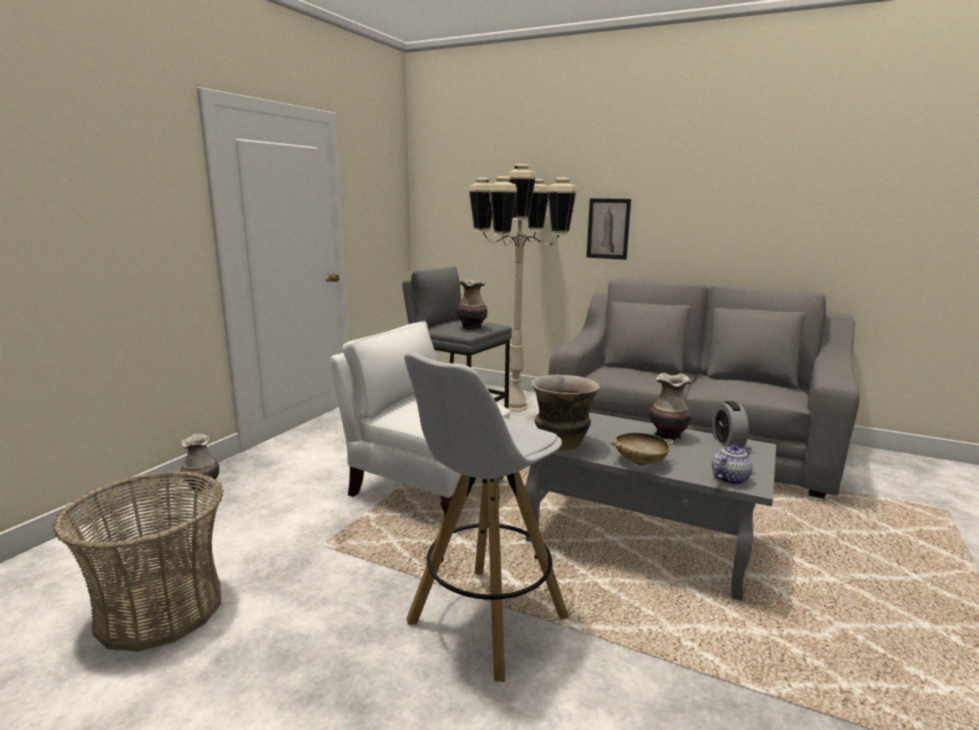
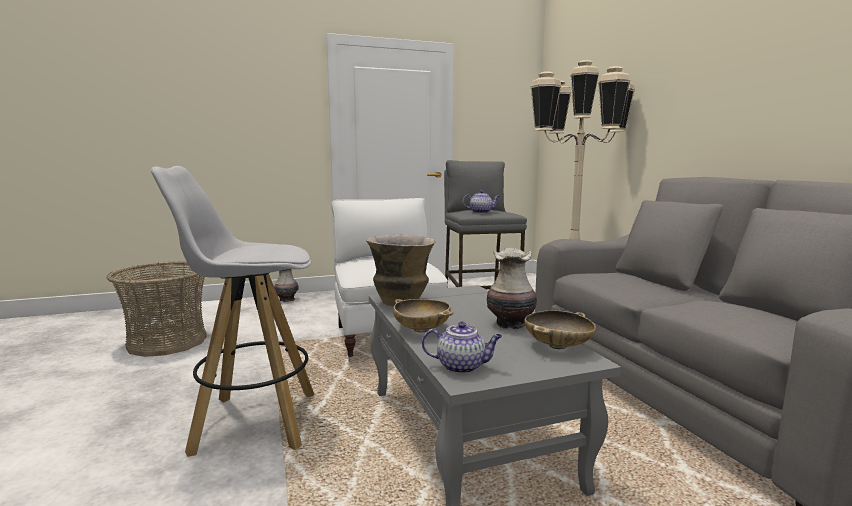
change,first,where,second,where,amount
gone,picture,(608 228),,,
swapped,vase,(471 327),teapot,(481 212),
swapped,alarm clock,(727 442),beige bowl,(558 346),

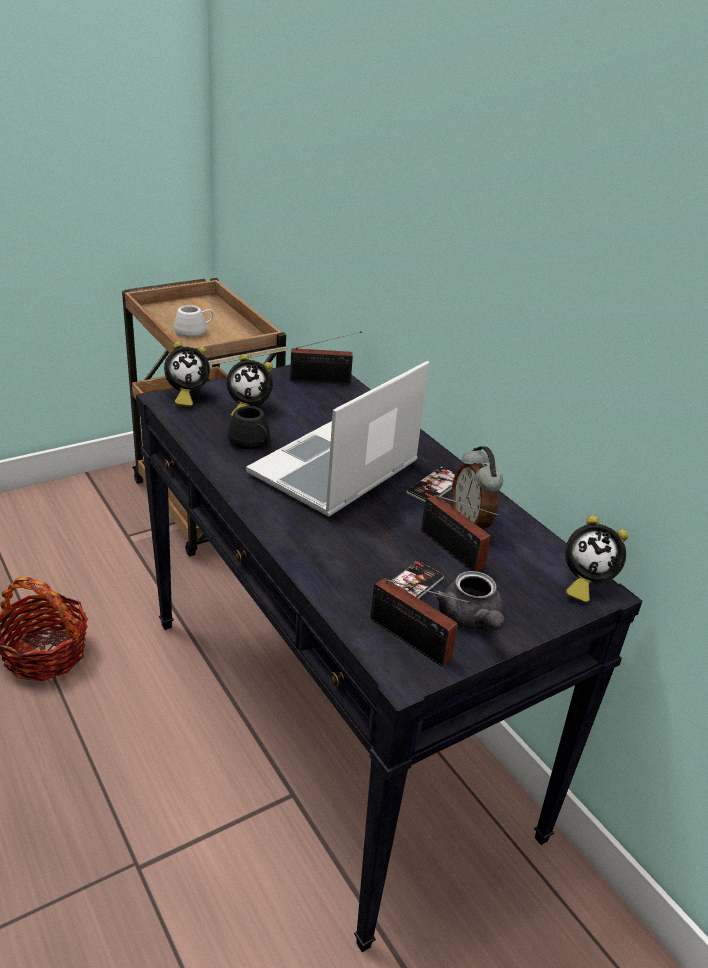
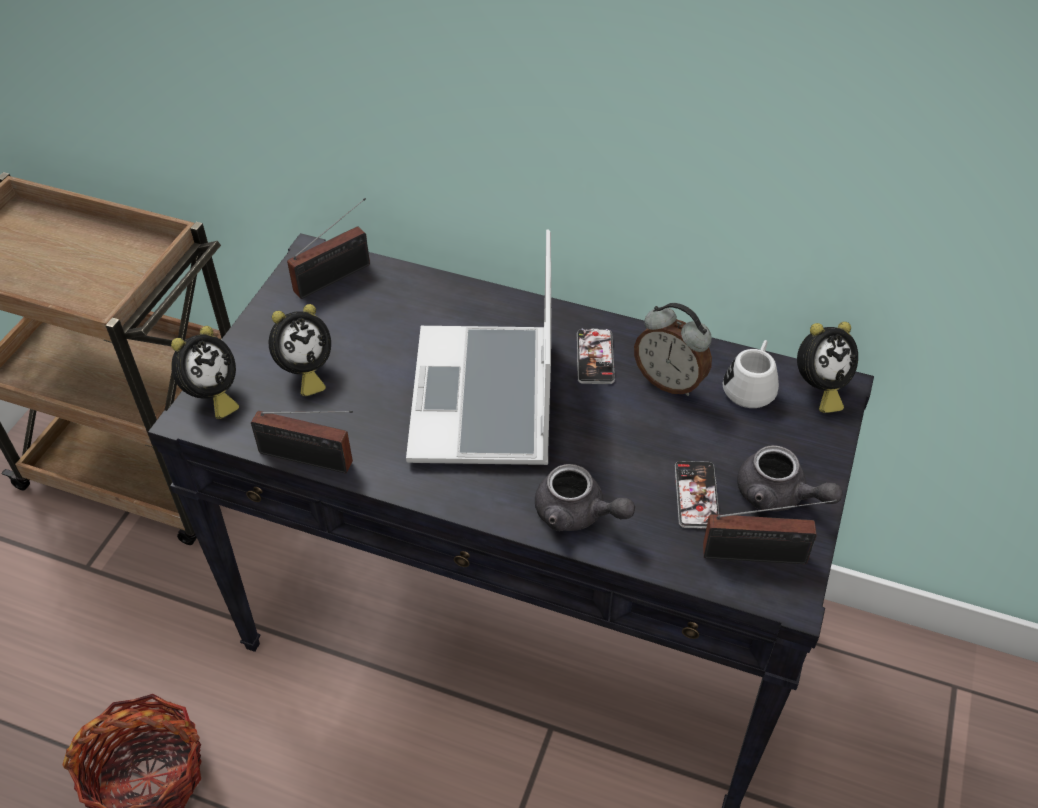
change,first,where,second,where,amount
shifted,white mug,(194 331),,(751 385),
gone,black mug,(252 443),,,
shifted,radio,(454 552),,(310 459),
new,,,grey teapot,(577 514),

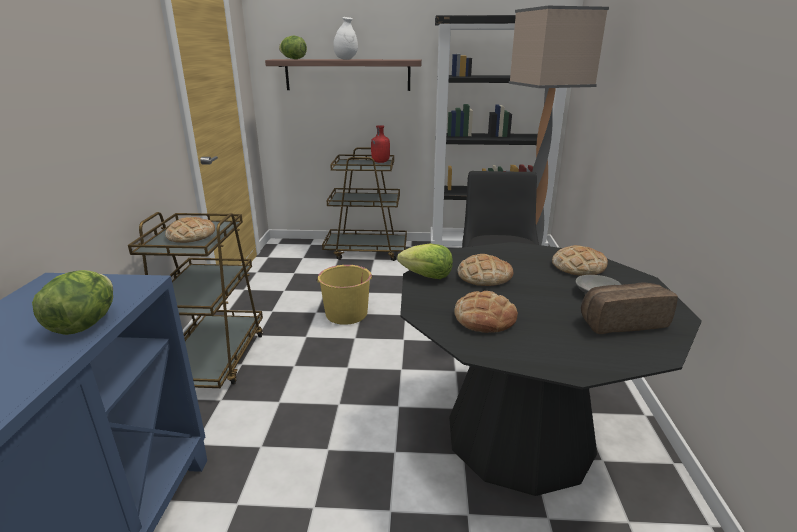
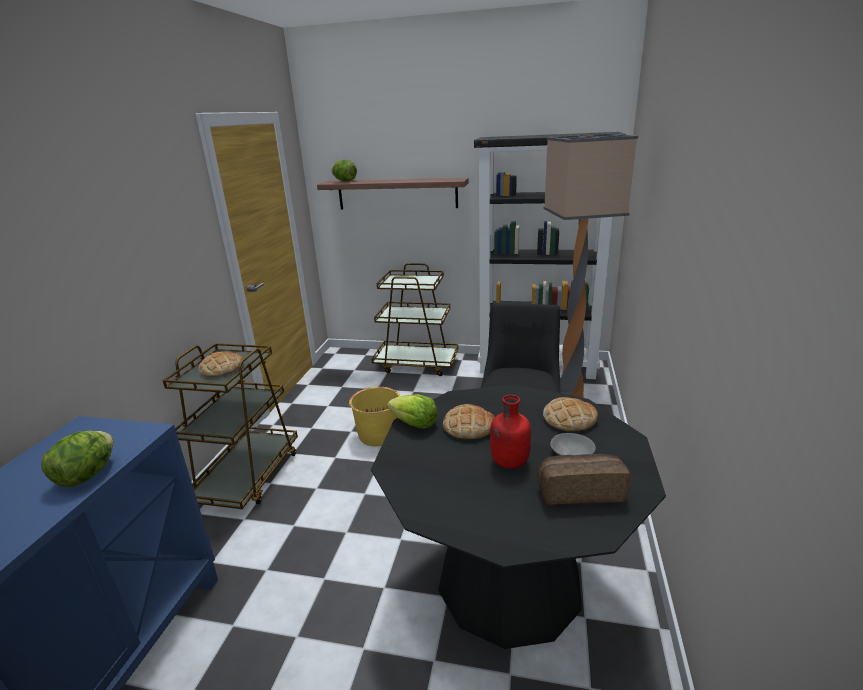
change,first,where,second,where,amount
gone,white vase,(346 59),,,
shifted,red bottle,(380 162),,(508 462),
gone,bread,(484 318),,,

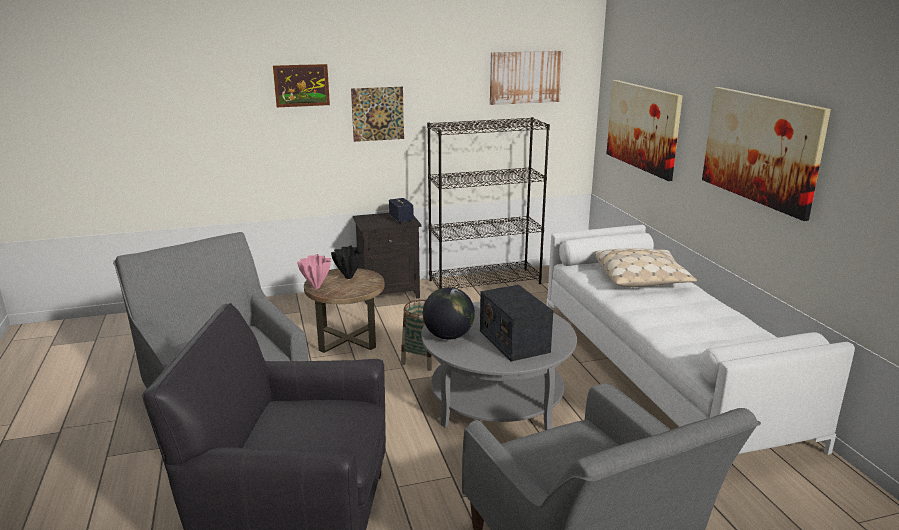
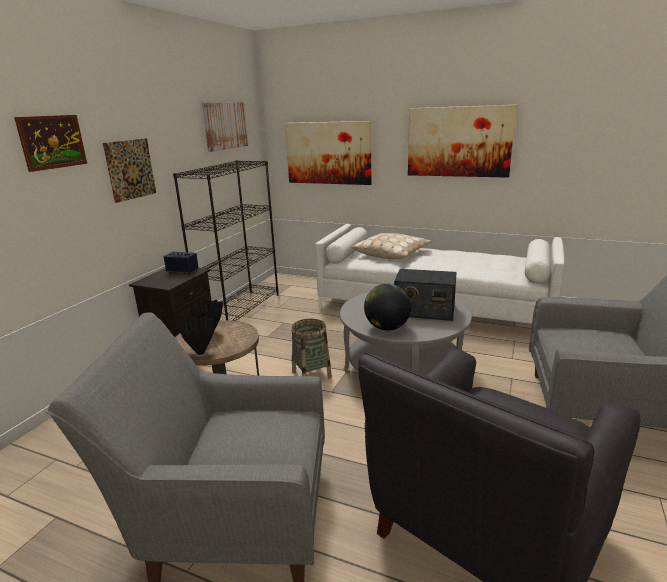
change,first,where,second,where,amount
repainted,pink vase,(316 287),black vase,(201 353),

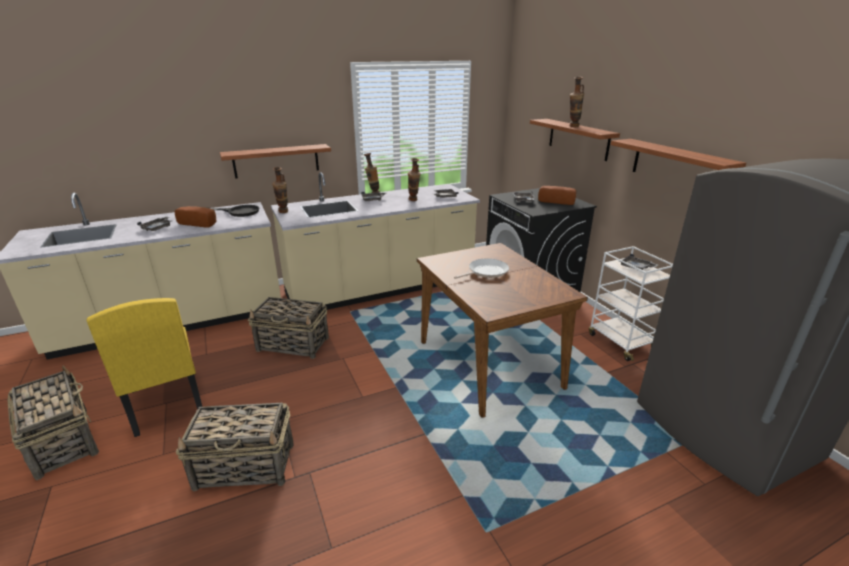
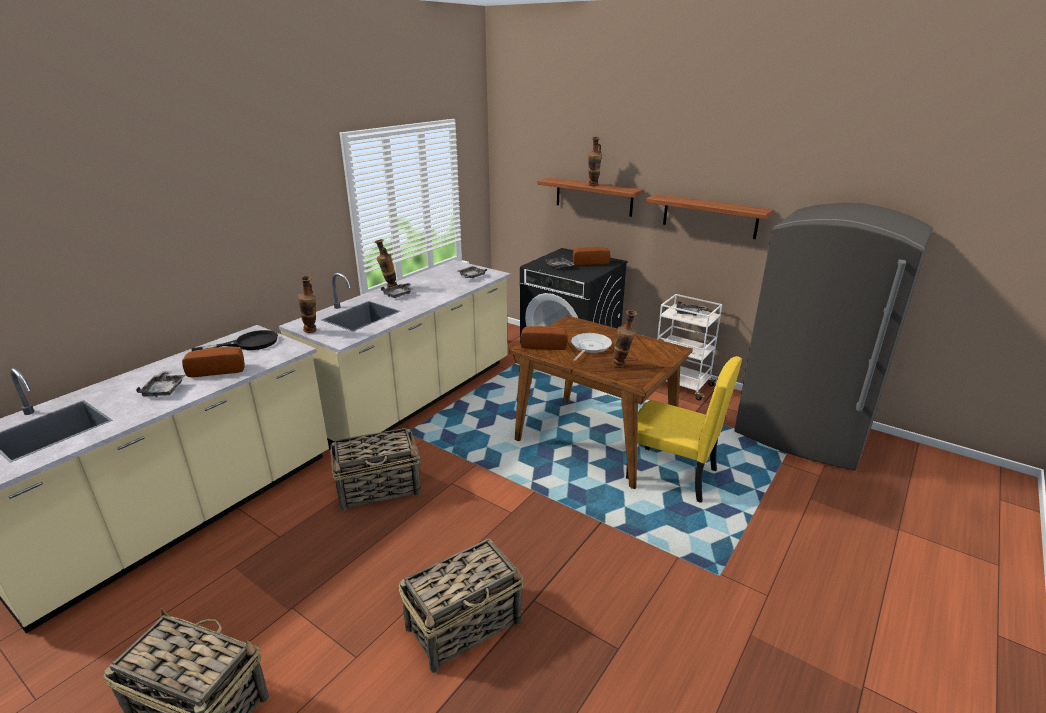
change,first,where,second,where,amount
gone,shelf,(276 161),,,
shifted,vase,(414 200),,(621 366),
shifted,yellow chair,(166 402),,(671 474),
new,,,bread,(544 345),

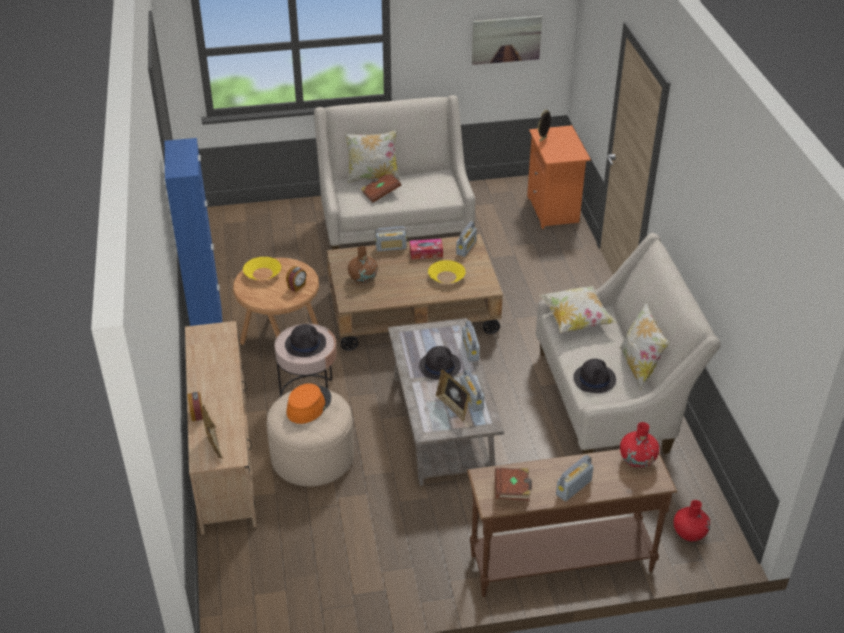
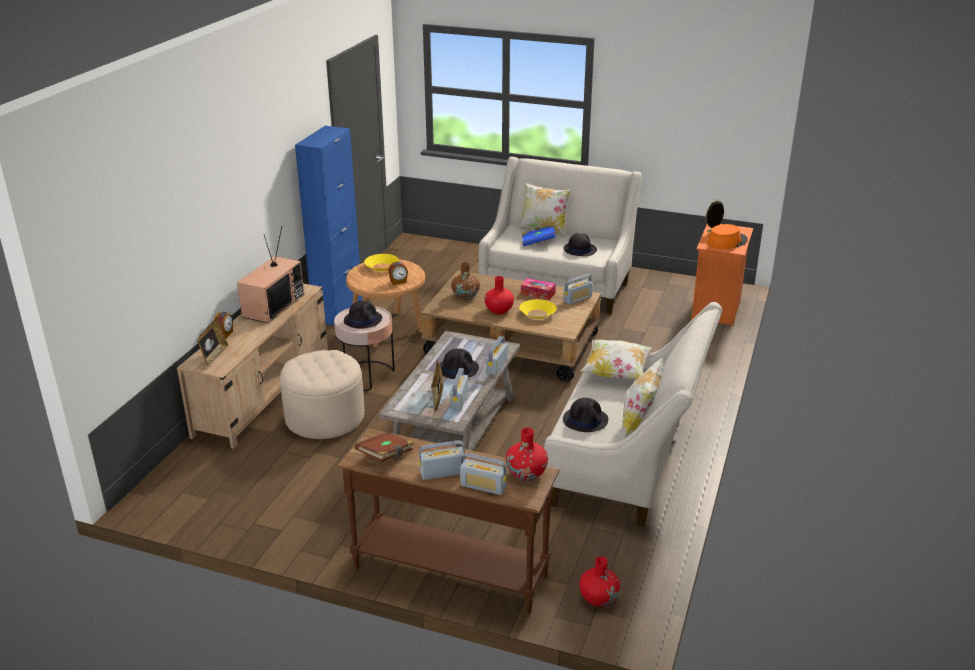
change,first,where,second,where,amount
gone,picture,(506 39),,,
repainted,brown book,(381 193),blue book,(538 242),
shifted,radio,(391 247),,(483 486),
shifted,orange hat,(308 405),,(727 242),
new,,,television,(273 305),
new,,,black hat,(579 249),
new,,,red vase,(499 310),

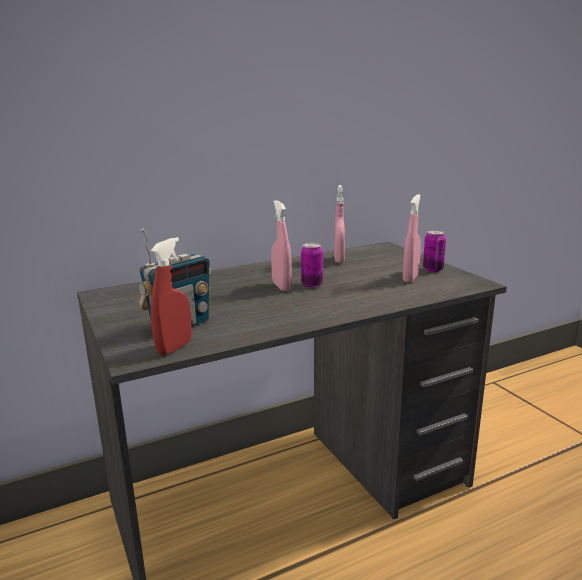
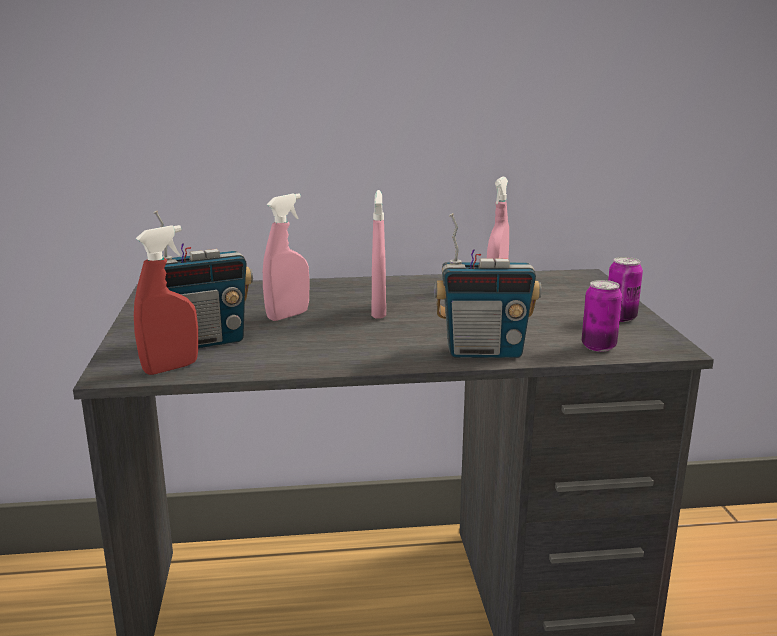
change,first,where,second,where,amount
shifted,pink spray bottle,(410 278),,(288 315),
shifted,can,(312 285),,(598 346),
new,,,radio,(484 351),

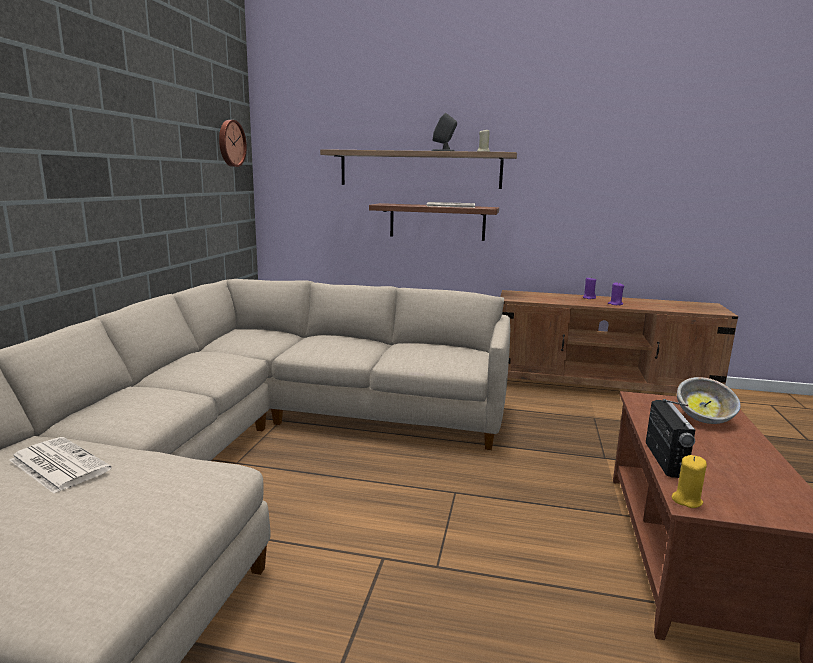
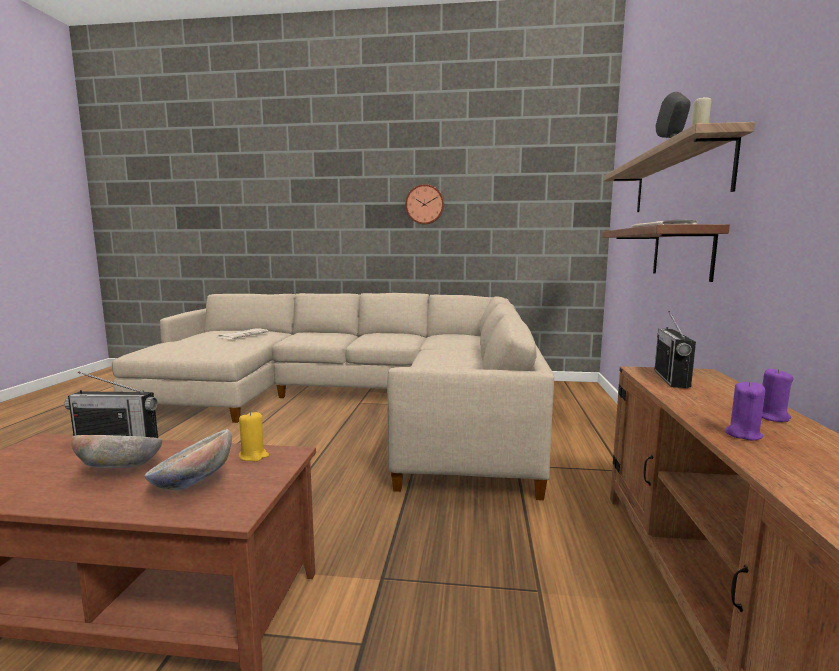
change,first,where,second,where,amount
shifted,wall clock,(230 143),,(425 204),
shifted,yellow candle,(686 500),,(253 456),
new,,,radio,(671 379),
new,,,bowl,(120 470),

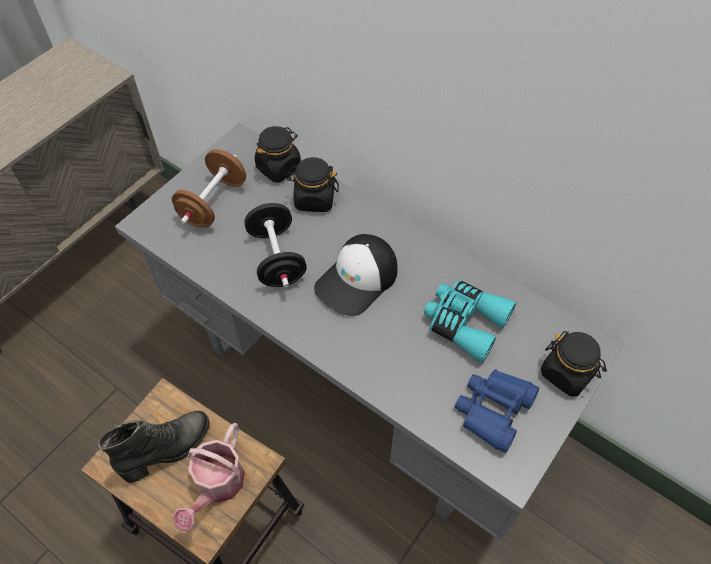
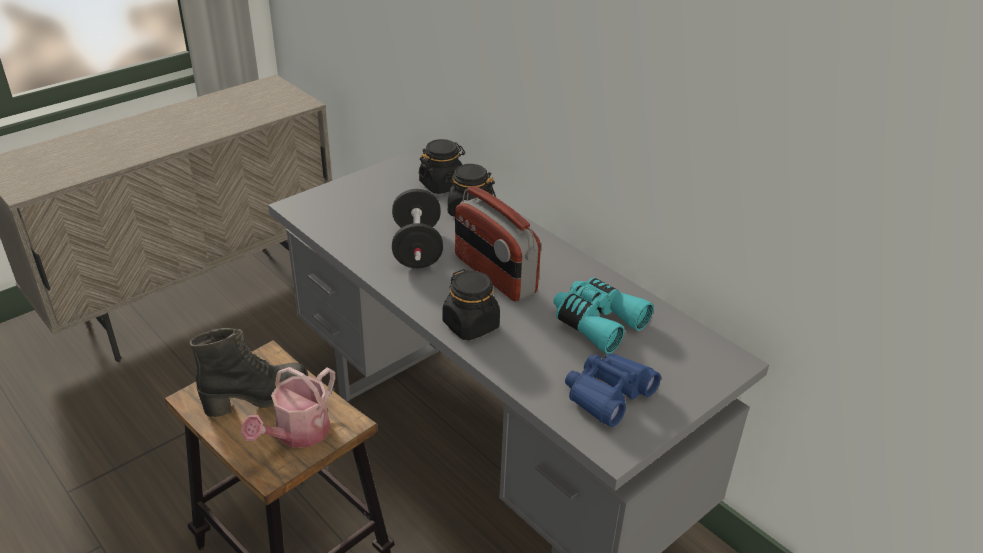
change,first,where,second,where,amount
gone,brown dumbbell,(213 203),,,
swapped,cap,(357 280),radio,(494 275),
shifted,black jar,(567 373),,(471 325),

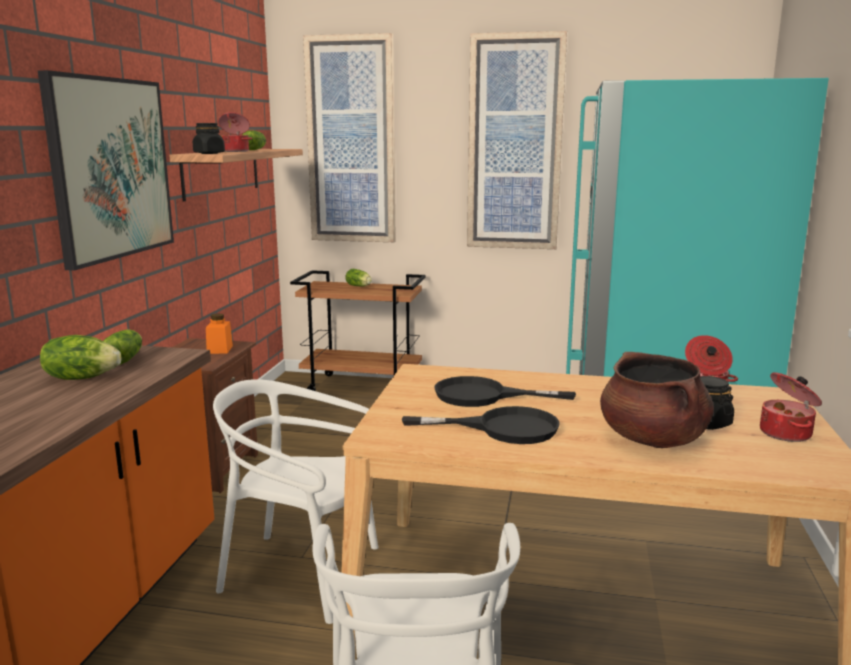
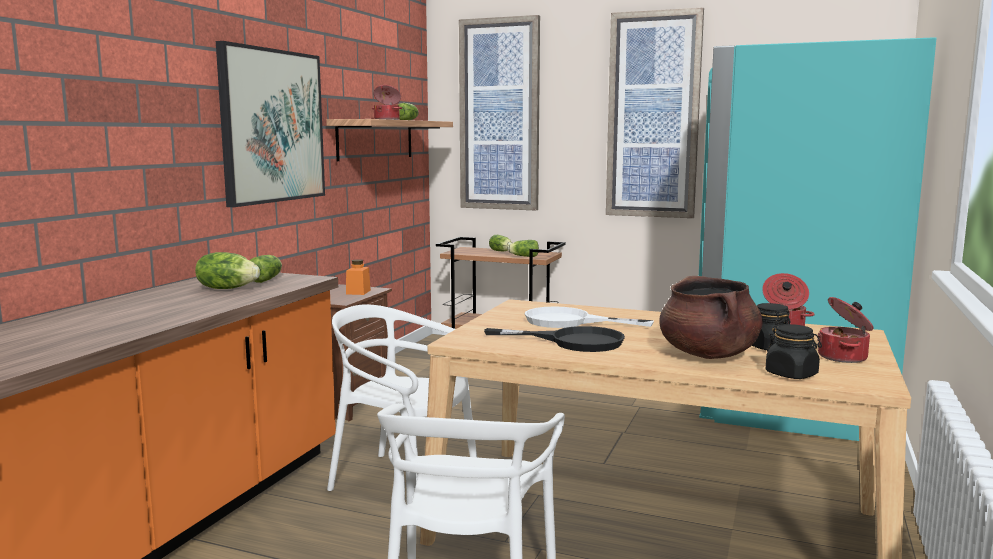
change,first,where,second,where,amount
shifted,black jar,(209 153),,(791 374),
repainted,black frying pan,(483 396),white frying pan,(569 321),
new,,,lettuce,(523 256),

